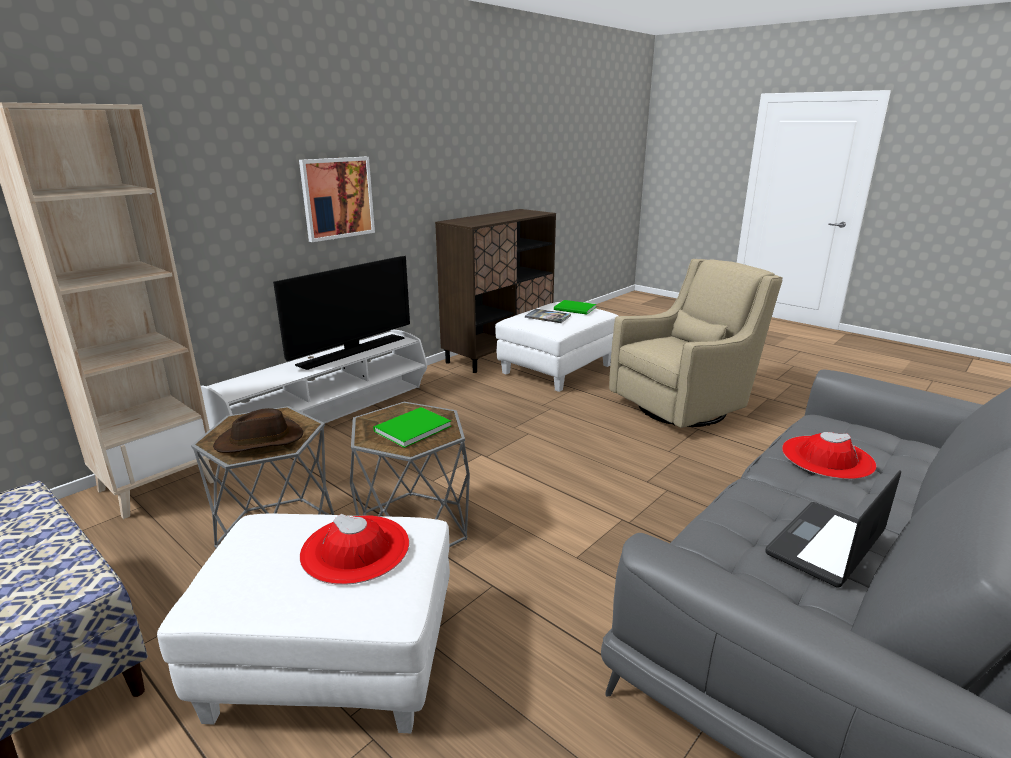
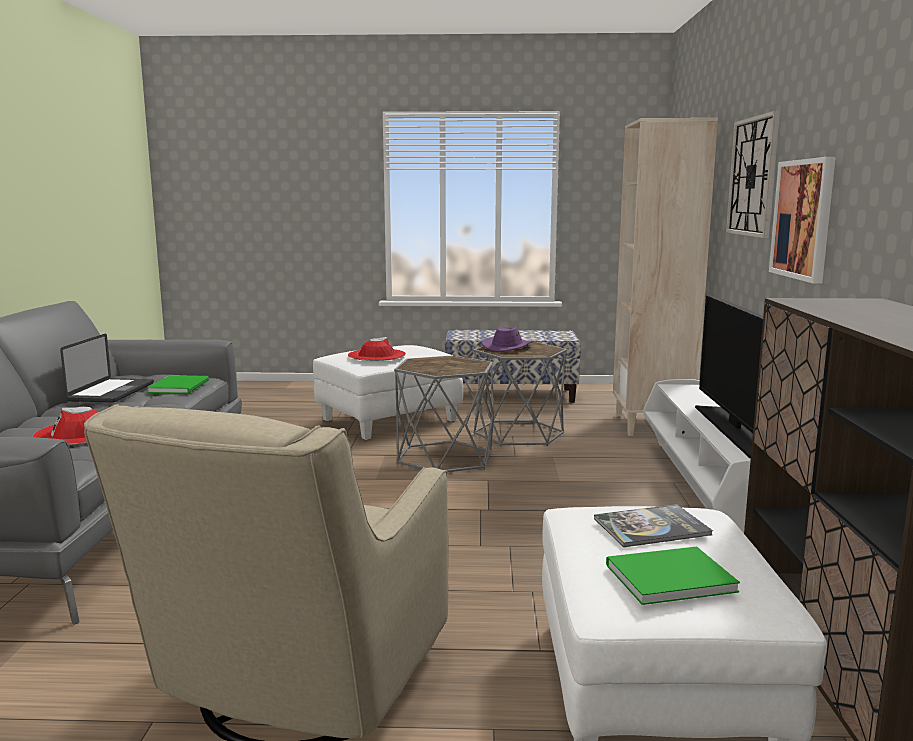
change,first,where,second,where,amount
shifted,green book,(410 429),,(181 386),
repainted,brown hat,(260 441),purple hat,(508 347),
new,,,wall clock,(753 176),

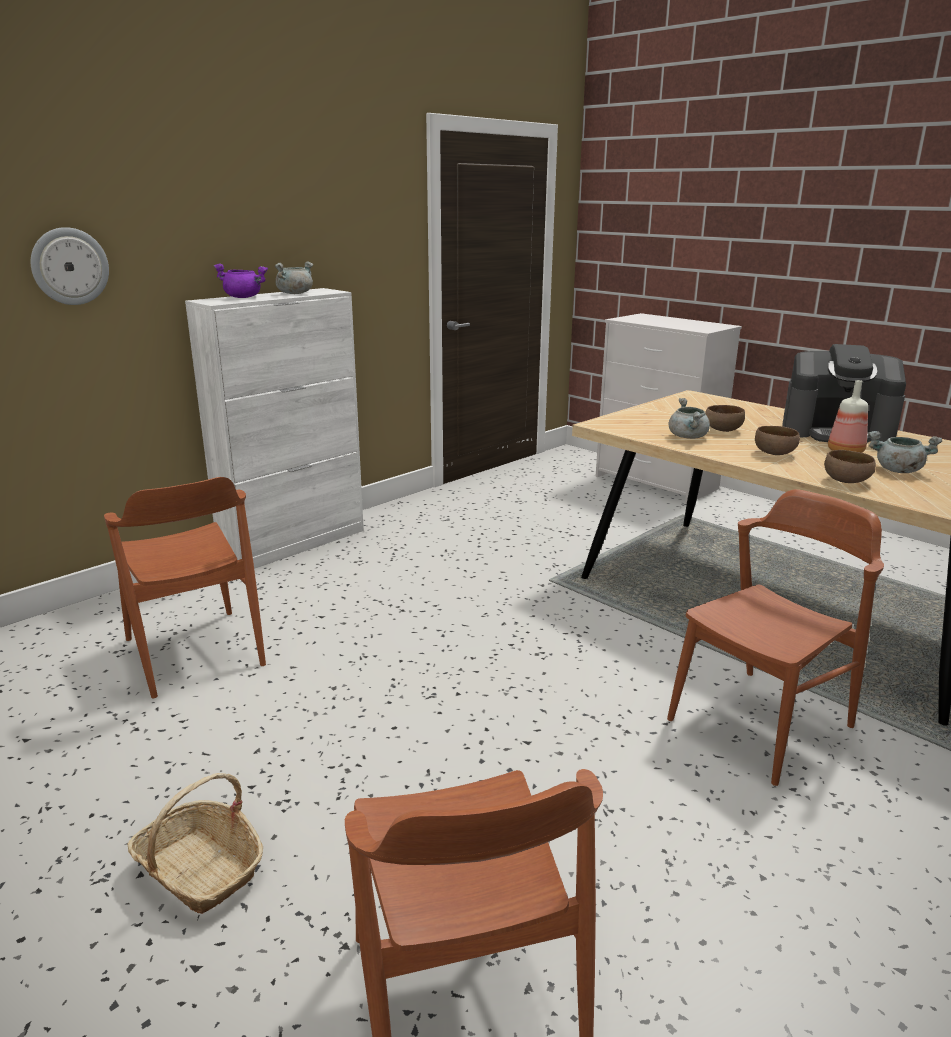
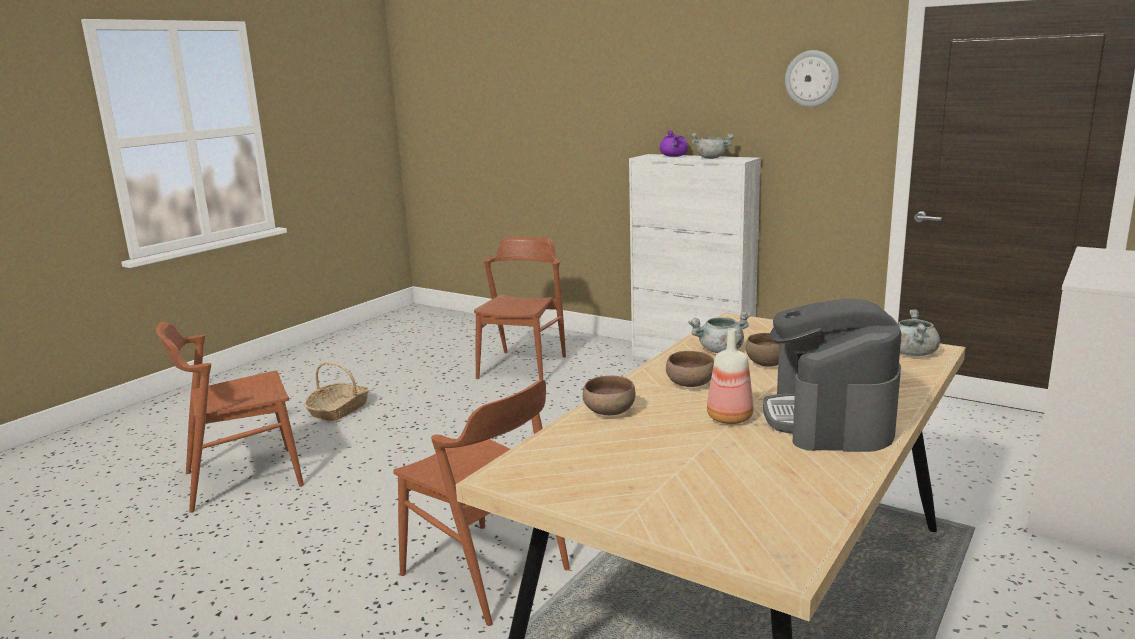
change,first,where,second,where,amount
shifted,wall clock,(69 266),,(812 78),
shifted,grey cooking pot,(897 470),,(912 353),
rotated,brown chair,(194 652),,(522 367),150 degrees clockwise

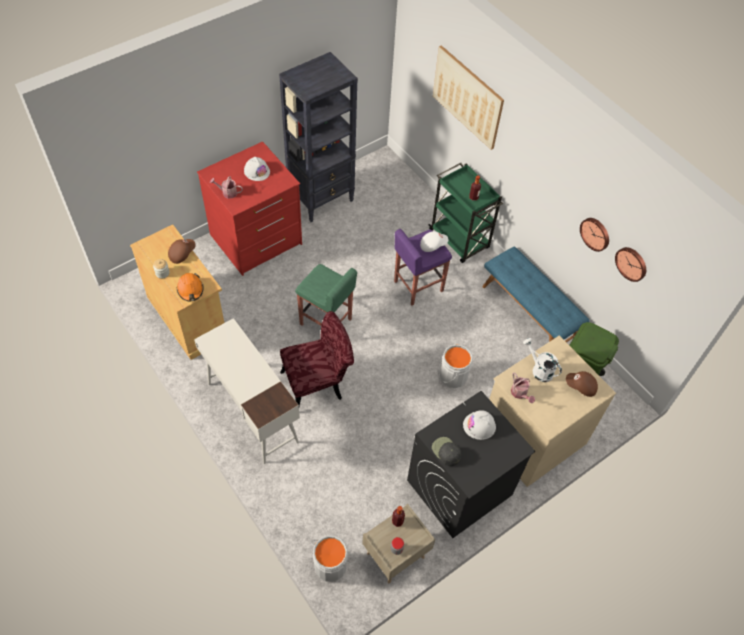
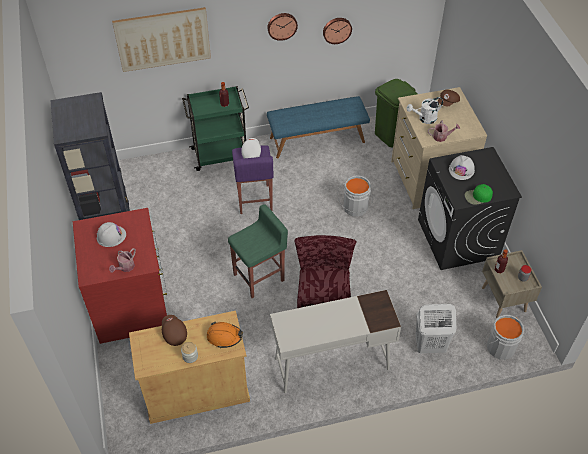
change,first,where,second,where,amount
shifted,wall clock,(632 263),,(282 25),
repainted,black cap,(446 451),green cap,(478 196),
new,,,white laundry basket,(429 346),

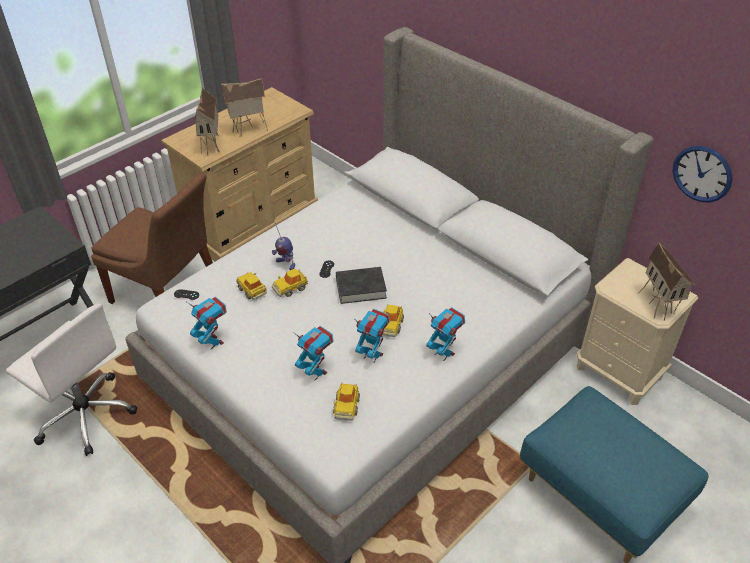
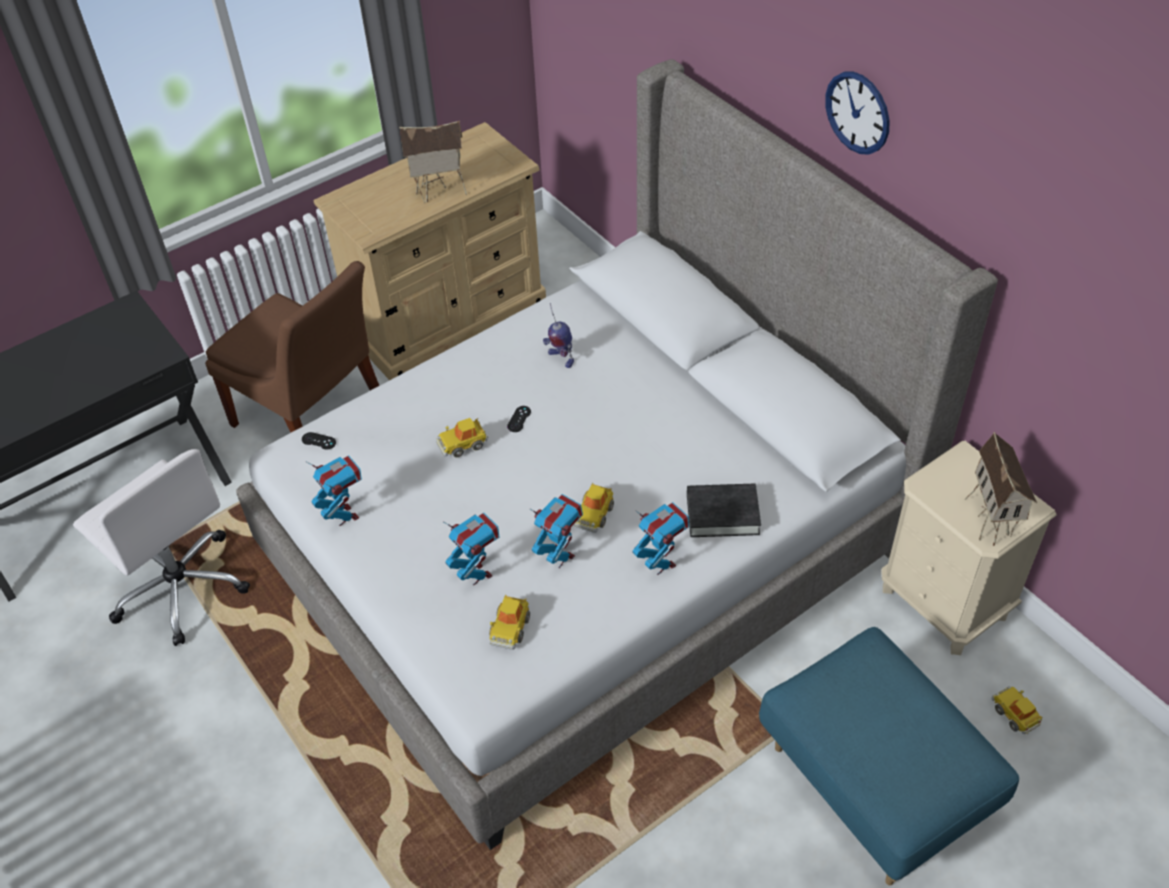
change,first,where,second,where,amount
gone,toy house,(212 146),,,
shifted,wall clock,(702 174),,(857 112),
shifted,toy robot,(285 264),,(560 358),
shifted,black book,(361 288),,(722 514),
shifted,toy car,(252 290),,(1015 714),

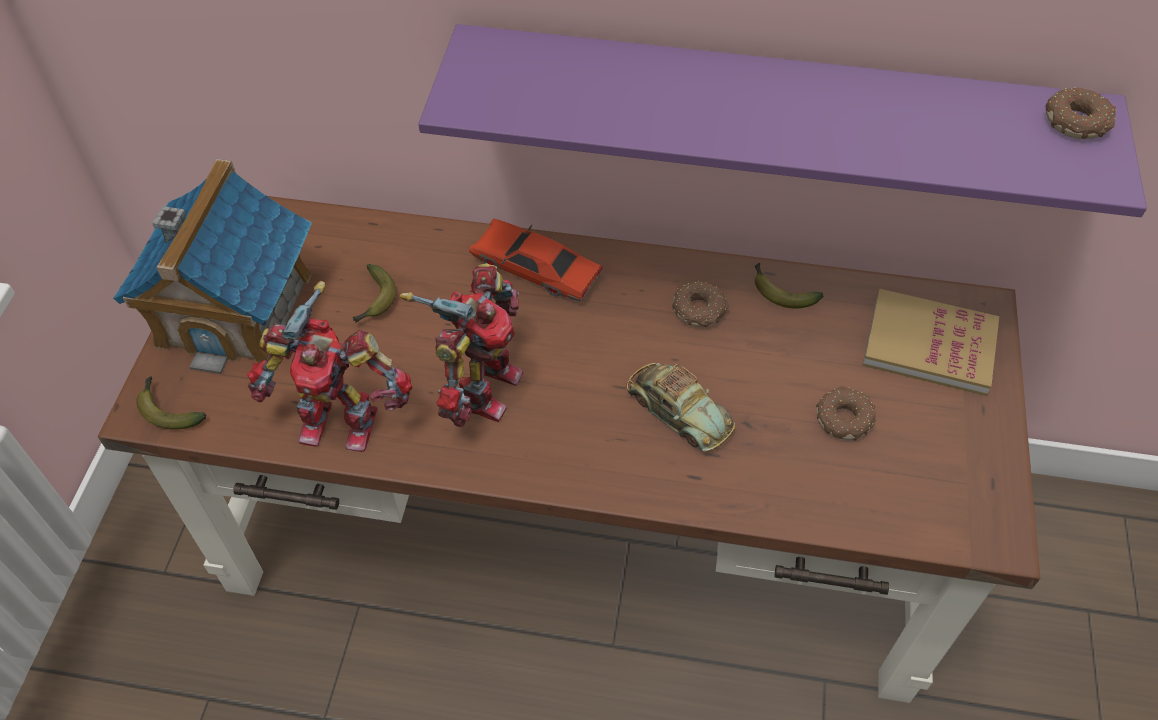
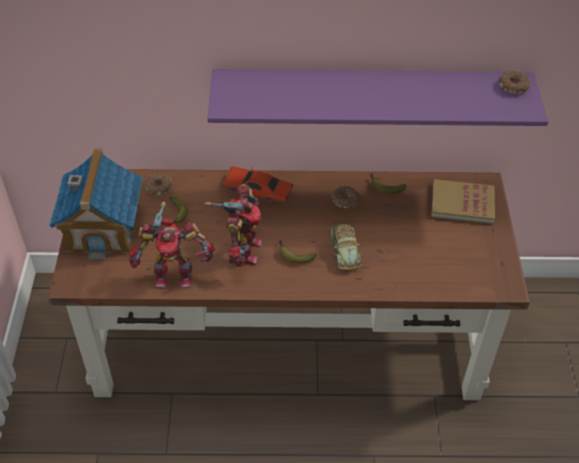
change,first,where,second,where,amount
rotated,toy car,(678 411),,(344 249),45 degrees clockwise
shifted,banana,(168 409),,(293 255),
shifted,donut,(844 418),,(159 186),

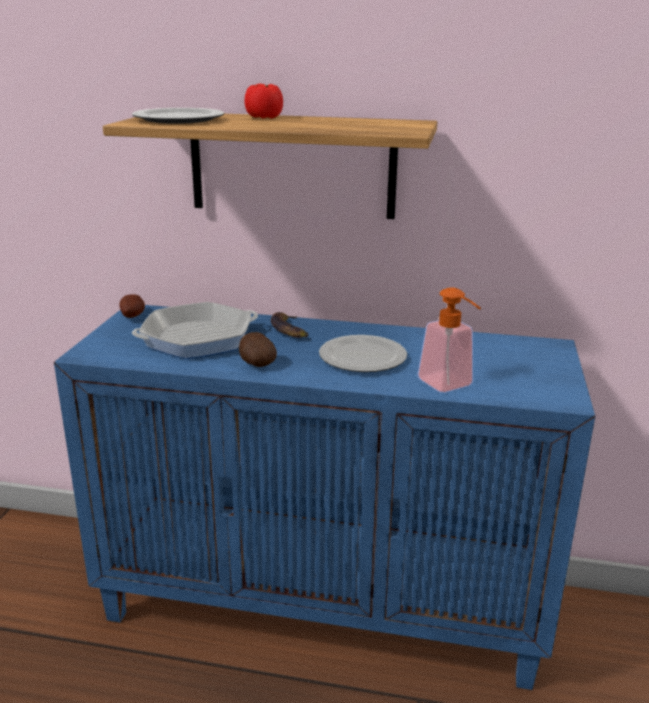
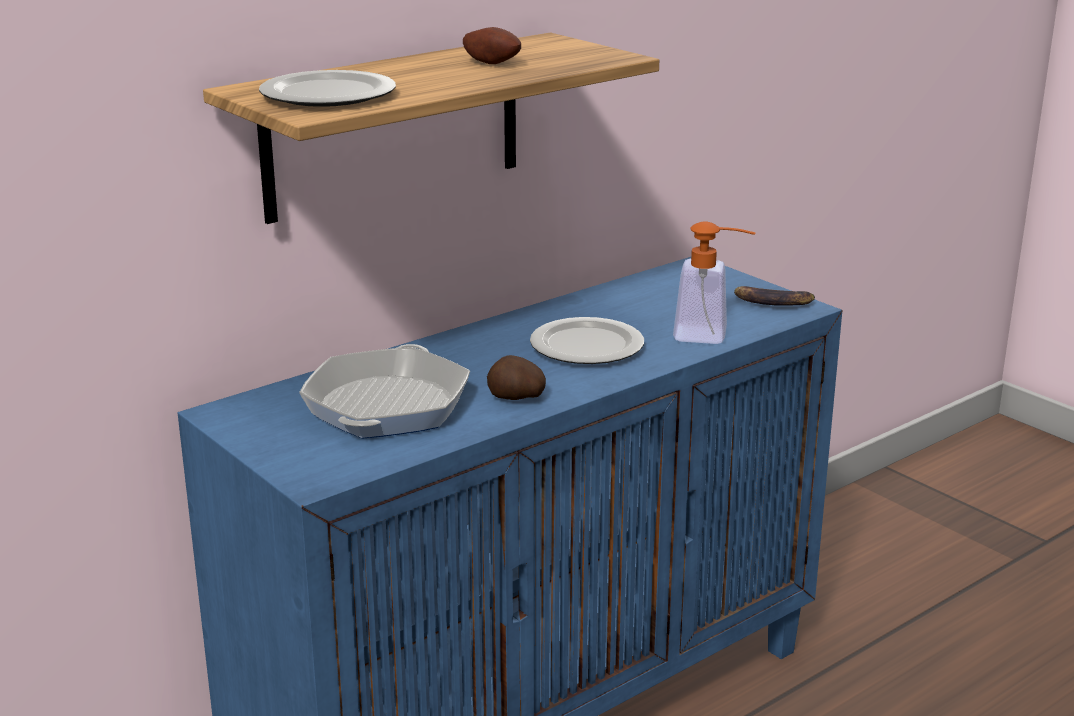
change,first,where,second,where,amount
gone,tomato,(265 117),,,
shifted,potato,(134 316),,(493 63),
shifted,banana,(289 330),,(771 302),

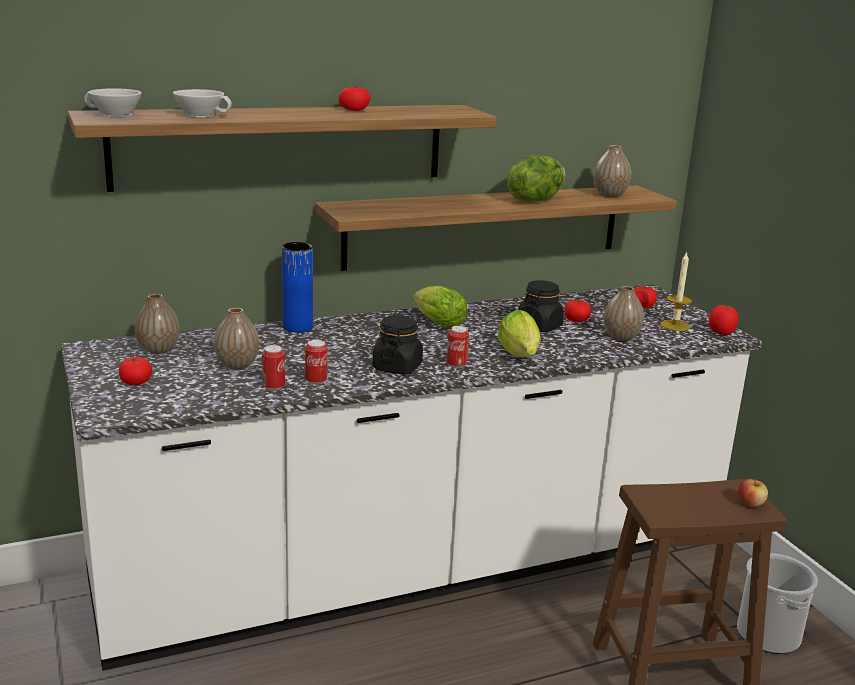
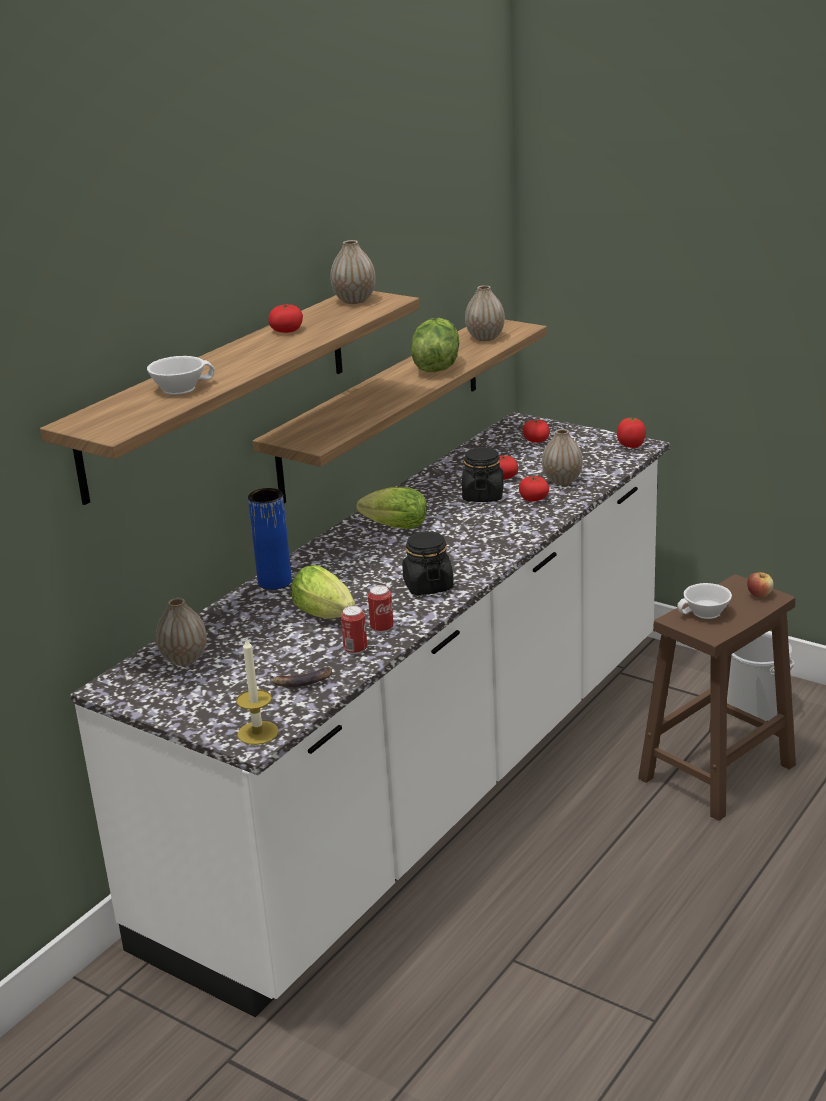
change,first,where,second,where,amount
shifted,white cup,(113 114),,(706 613),
shifted,candle,(675 325),,(258 733),
shifted,vase,(237 365),,(354 300),
shifted,lettuce,(520 357),,(328 616),
gone,can,(456 365),,,
shifted,tomato,(136 382),,(533 498),
new,,,banana,(301 681),

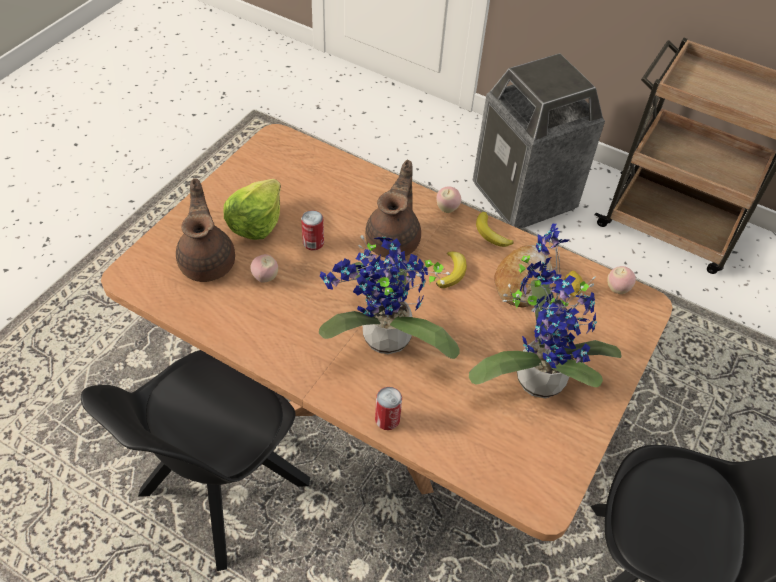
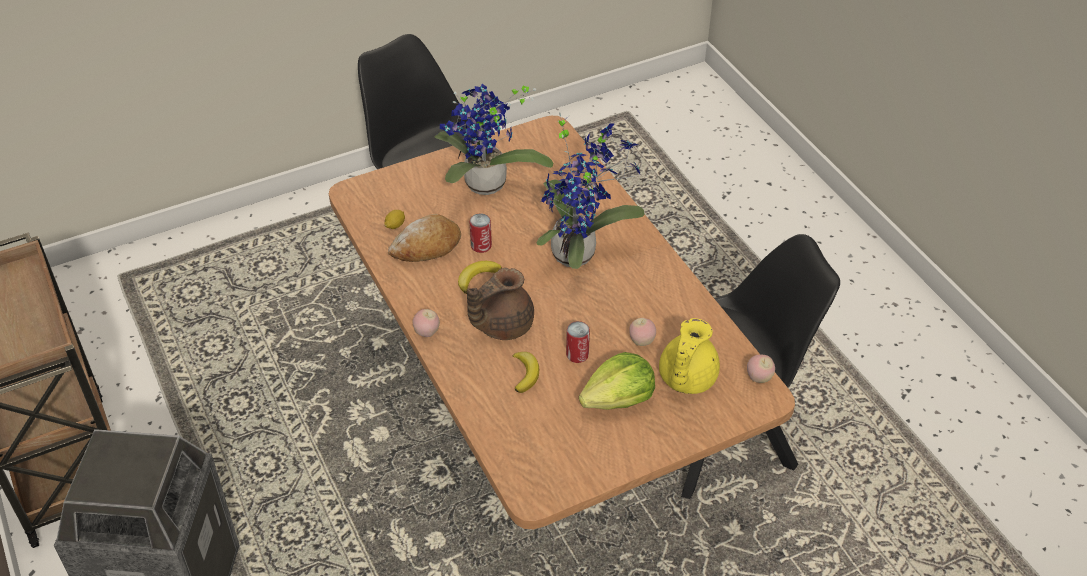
change,first,where,second,where,amount
repainted,brown teapot,(208 261),yellow teapot,(685 379),
shifted,banana,(491 233),,(525 373),
shifted,apple,(617 289),,(759 378),
shifted,can,(387 419),,(481 246),

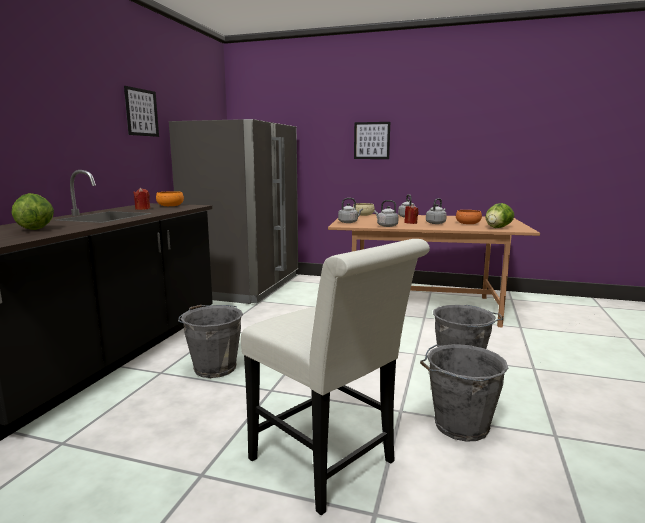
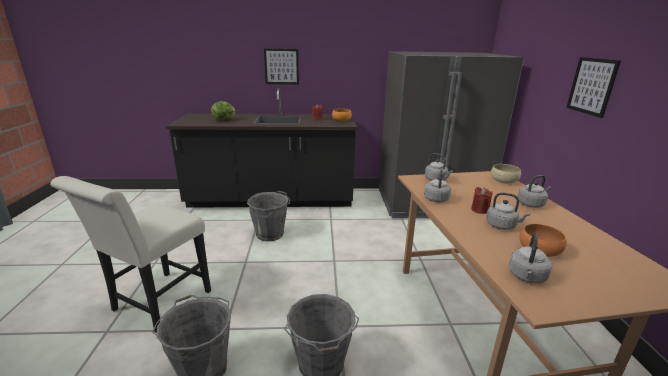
change,first,where,second,where,amount
shifted,picture,(141 112),,(281 66),
swapped,lettuce,(497 228),grey kettle,(526 277),

